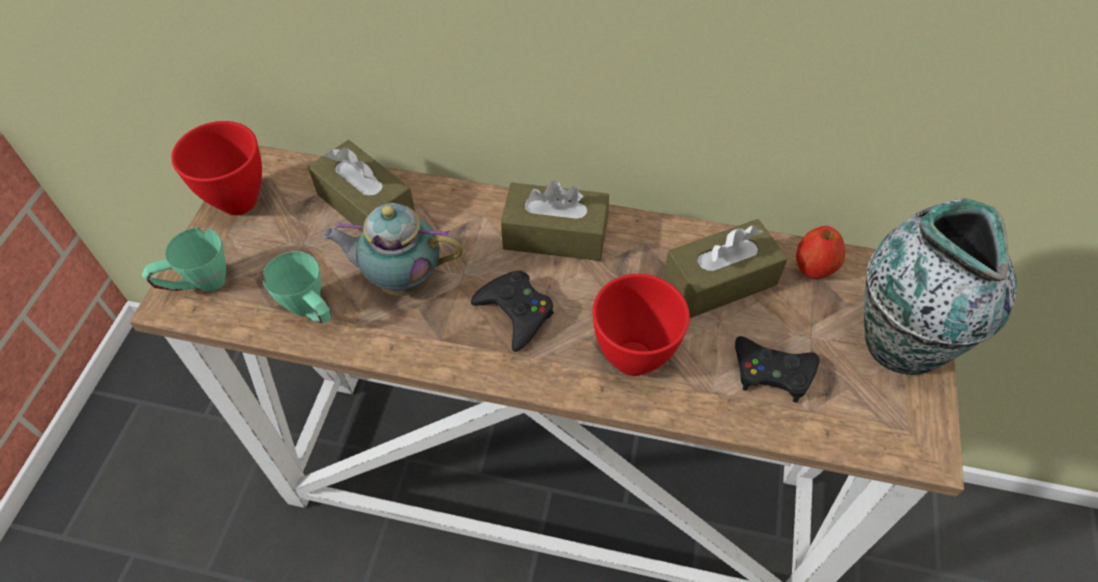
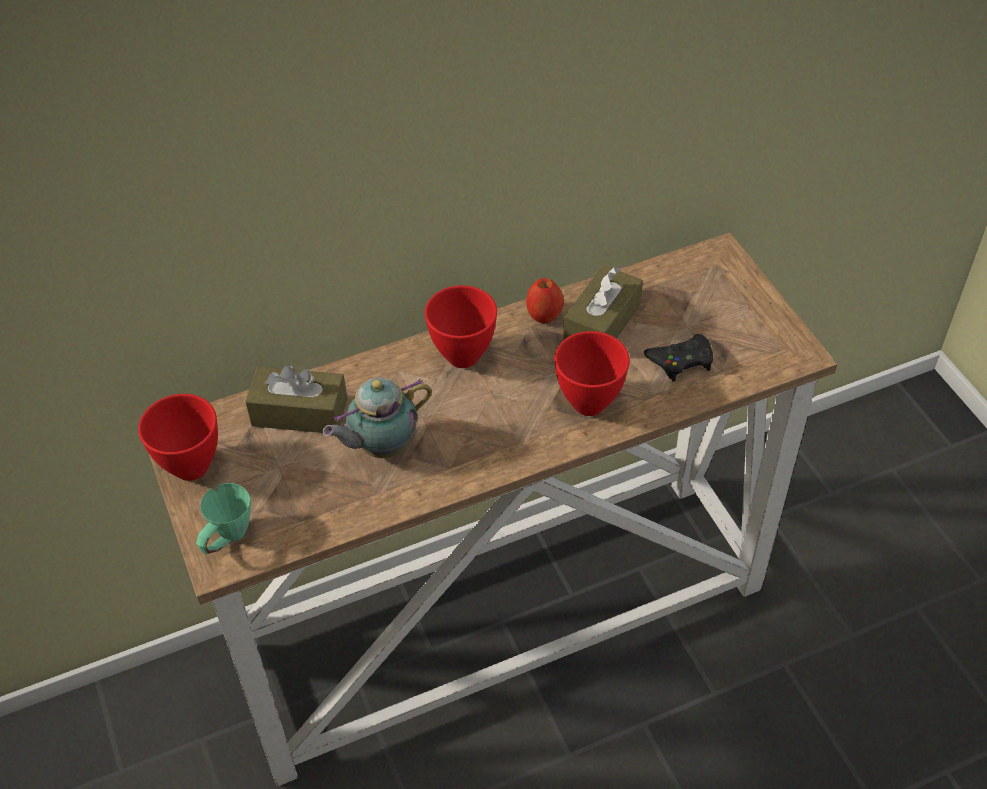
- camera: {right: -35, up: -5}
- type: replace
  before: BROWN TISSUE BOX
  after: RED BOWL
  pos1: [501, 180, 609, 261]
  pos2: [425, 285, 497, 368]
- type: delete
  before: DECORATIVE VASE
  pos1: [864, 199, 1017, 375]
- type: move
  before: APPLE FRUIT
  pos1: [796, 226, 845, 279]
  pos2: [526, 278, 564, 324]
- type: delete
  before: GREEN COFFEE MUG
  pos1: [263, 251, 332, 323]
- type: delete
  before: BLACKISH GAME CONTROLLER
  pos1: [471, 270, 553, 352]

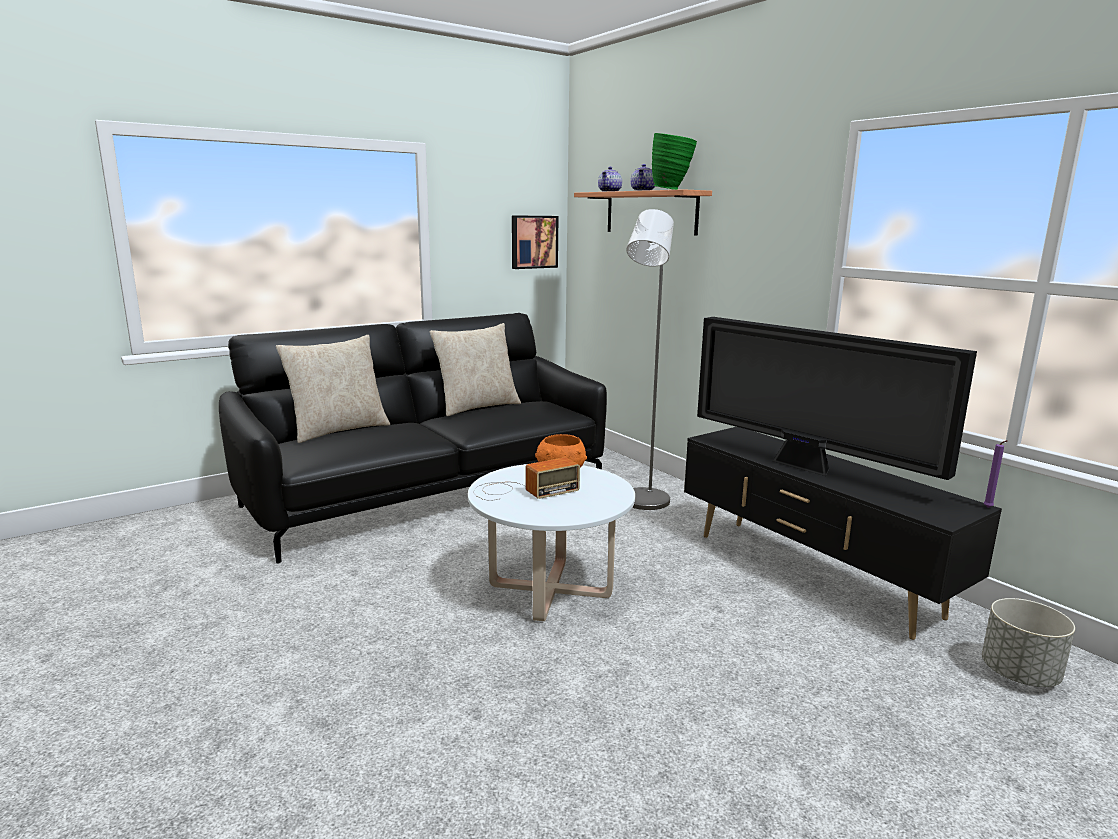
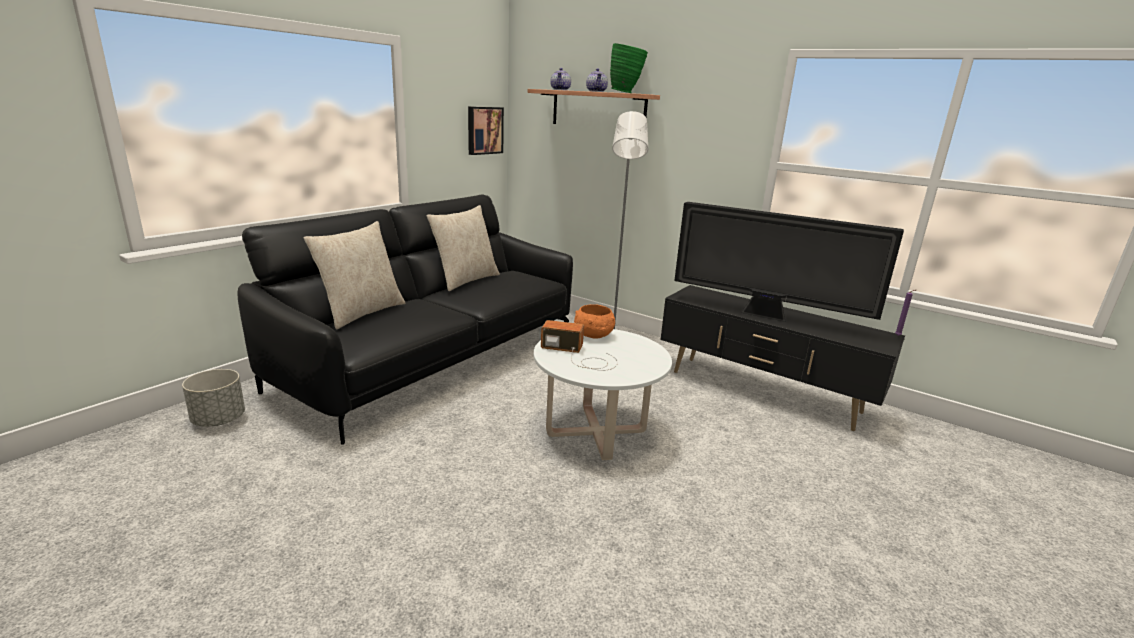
- camera: {right: -20, up: 5}
- type: rotate
  before: RADIO SET
  pos1: [473, 457, 580, 501]
  pos2: [541, 320, 618, 371]
  turn: -120
- type: move
  before: GREYISH FLOWER POT
  pos1: [982, 598, 1075, 687]
  pos2: [182, 369, 245, 426]

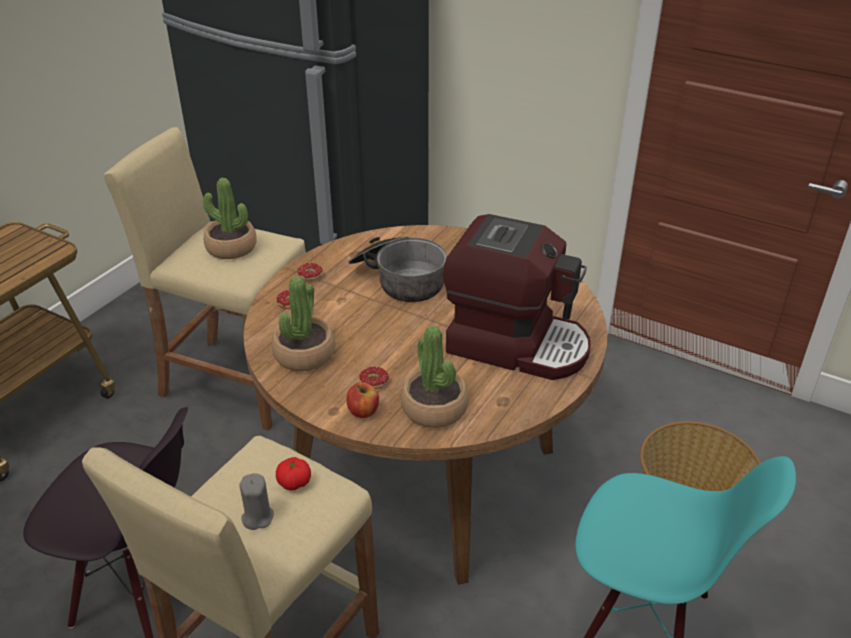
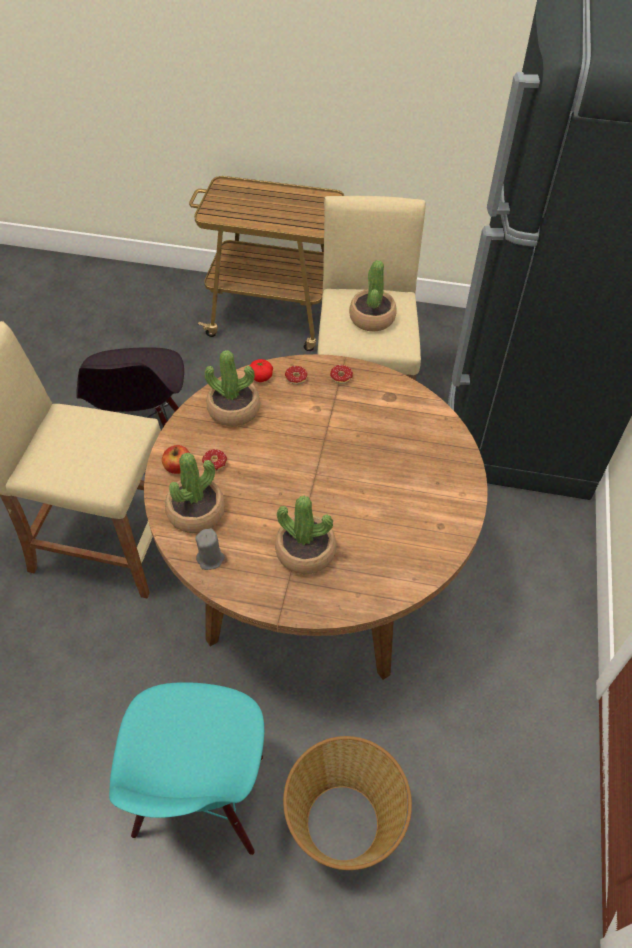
- camera: {right: 70, up: 15}
- type: replace
  before: COFFEE MACHINE
  after: PLANT IN A POT
  pos1: [443, 214, 591, 380]
  pos2: [275, 496, 336, 574]
- type: delete
  before: SAUCEPOT
  pos1: [349, 237, 447, 302]
- type: move
  before: TOMATO
  pos1: [276, 457, 311, 490]
  pos2: [250, 359, 273, 382]
- type: move
  before: GREYISH WAX CANDLE
  pos1: [239, 473, 274, 530]
  pos2: [195, 528, 225, 570]

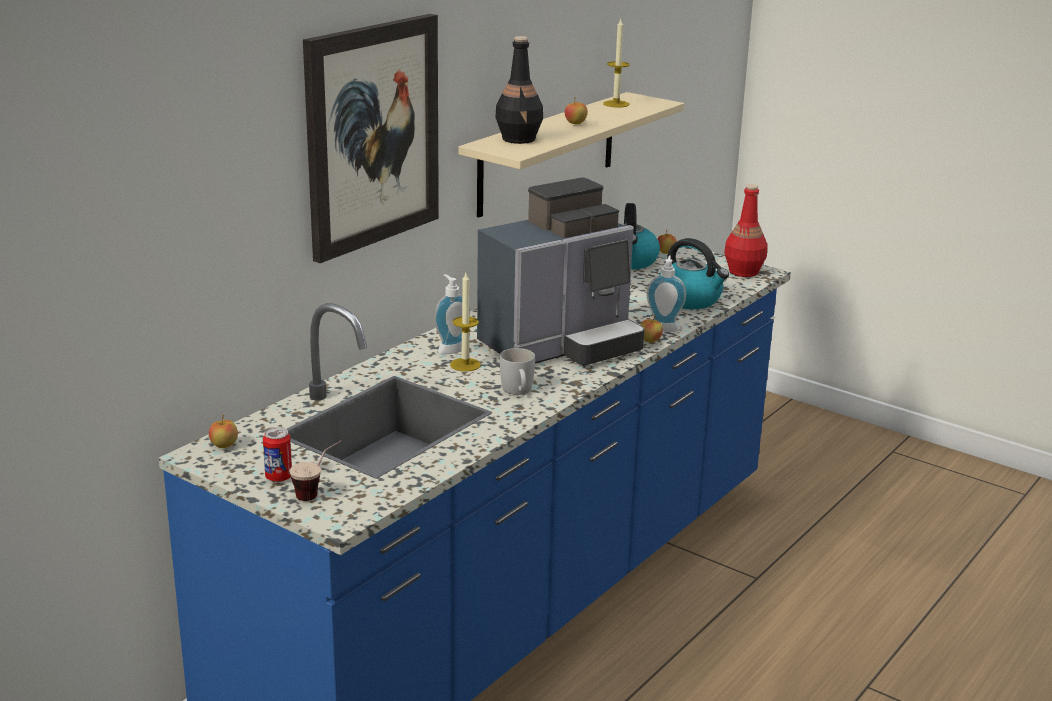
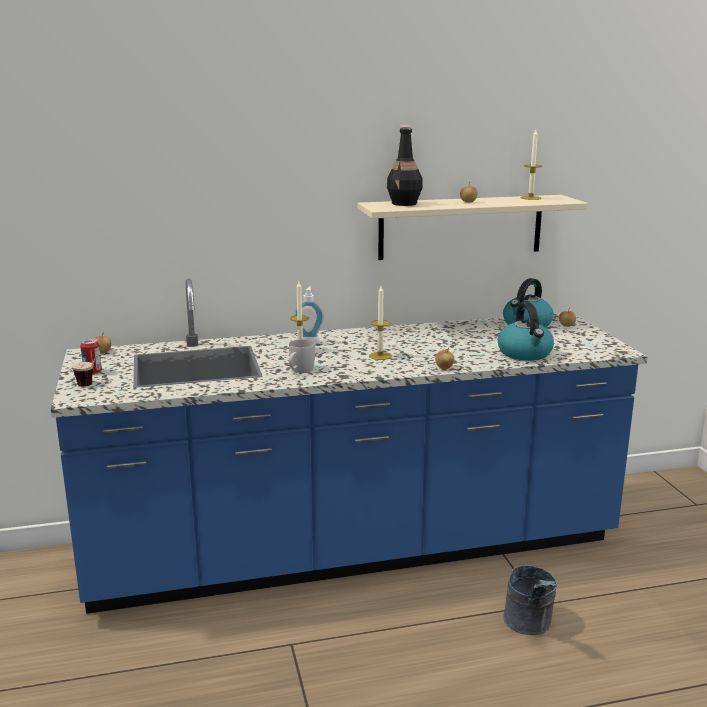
- camera: {right: 40, up: -5}
- type: delete
  before: WALL ART
  pos1: [303, 14, 439, 263]
- type: replace
  before: COFFEE MACHINE
  after: WAX CANDLE
  pos1: [477, 177, 645, 366]
  pos2: [369, 286, 392, 360]
- type: delete
  before: RED DRINK BOTTLE
  pos1: [724, 184, 768, 277]
- type: delete
  before: LIQUID SOAP BOTTLE
  pos1: [647, 255, 686, 332]
- type: insert
  after: GREYISH WATER BUCKET
  pos2: [503, 565, 557, 635]

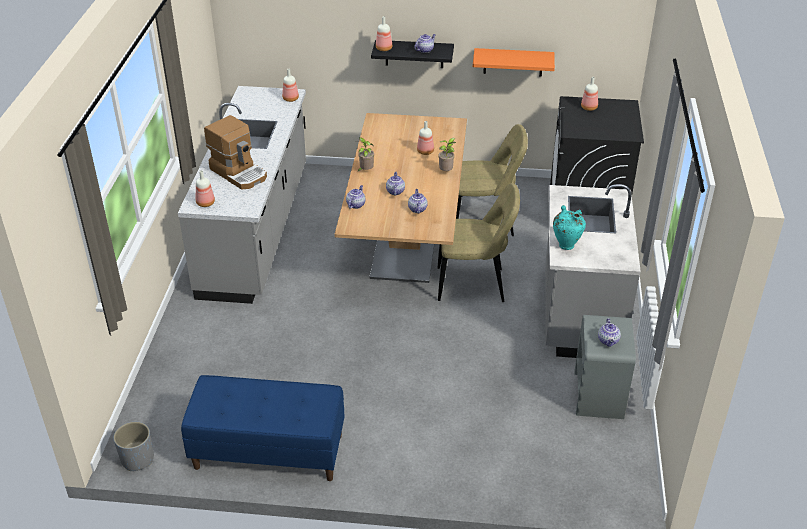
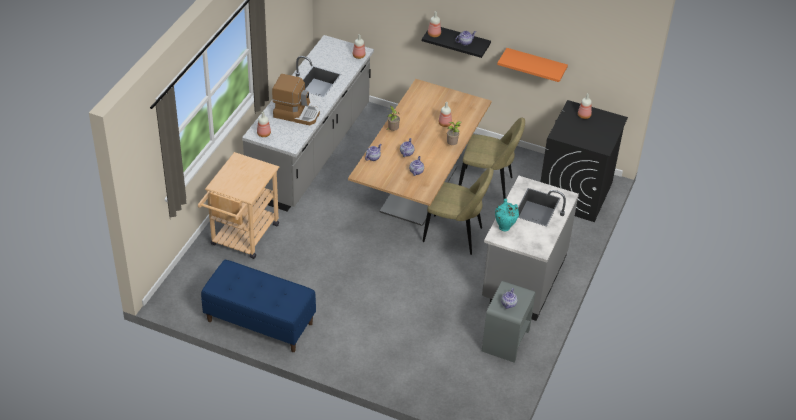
- camera: {right: 15, up: 5}
- type: rotate
  before: COFFEE MACHINE
  pos1: [204, 115, 267, 189]
  pos2: [272, 74, 320, 126]
  turn: -45
- type: delete
  before: GREYISH FLOWER POT
  pos1: [113, 422, 154, 471]
- type: insert
  after: SAND-COLOURED WHEELED CART
  pos2: [198, 152, 279, 259]

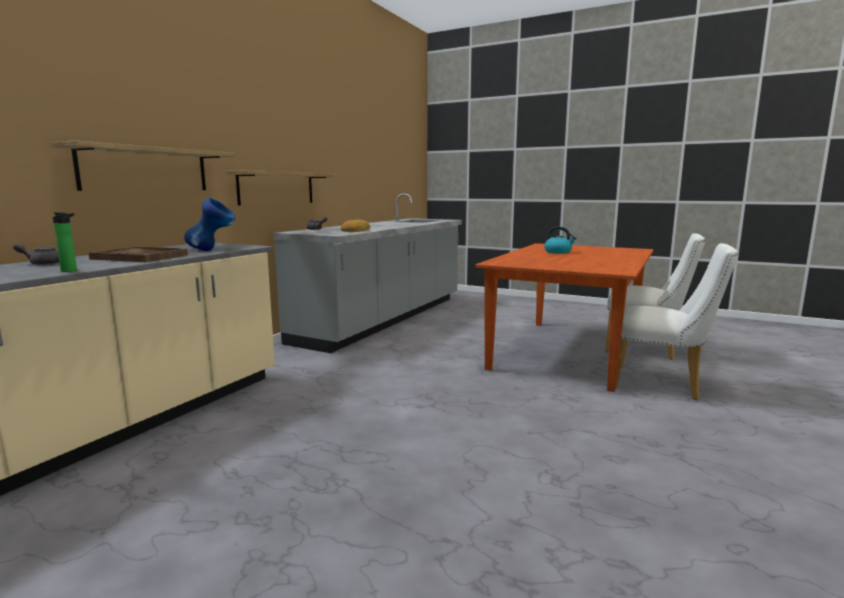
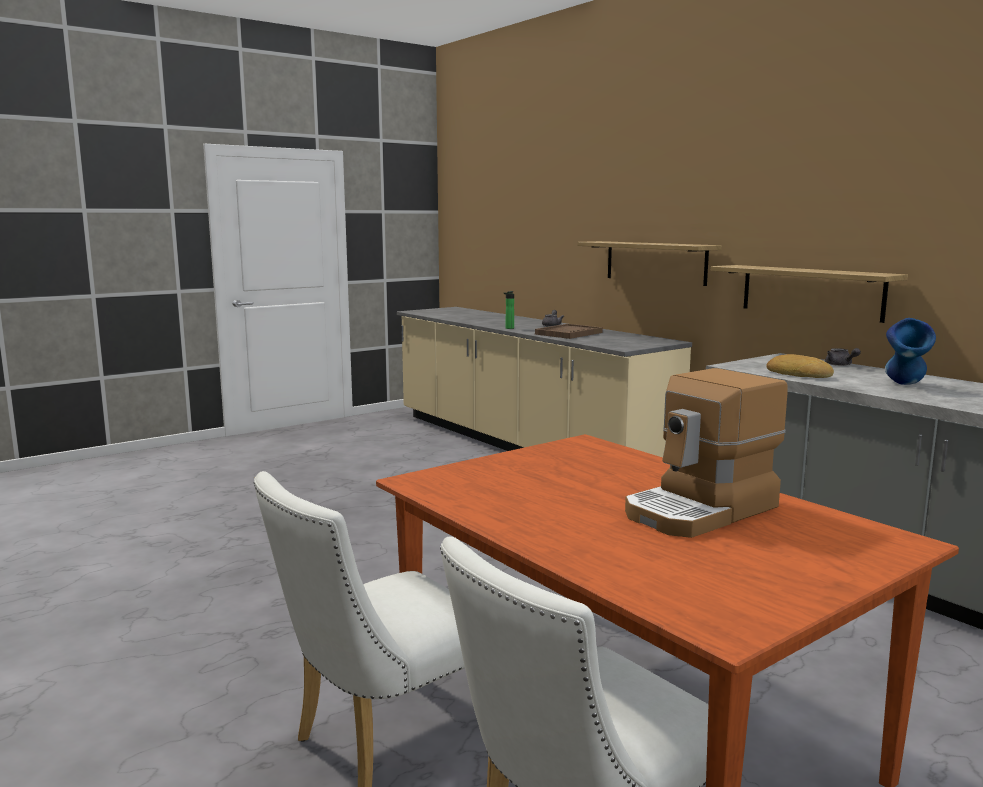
- camera: {right: 115, up: 0}
- type: move
  before: BLUE-COLOURED DECORATIVE VASE
  pos1: [184, 197, 235, 251]
  pos2: [885, 318, 936, 385]
- type: replace
  before: KETTLE
  after: COFFEE MACHINE
  pos1: [544, 226, 577, 254]
  pos2: [625, 368, 788, 538]

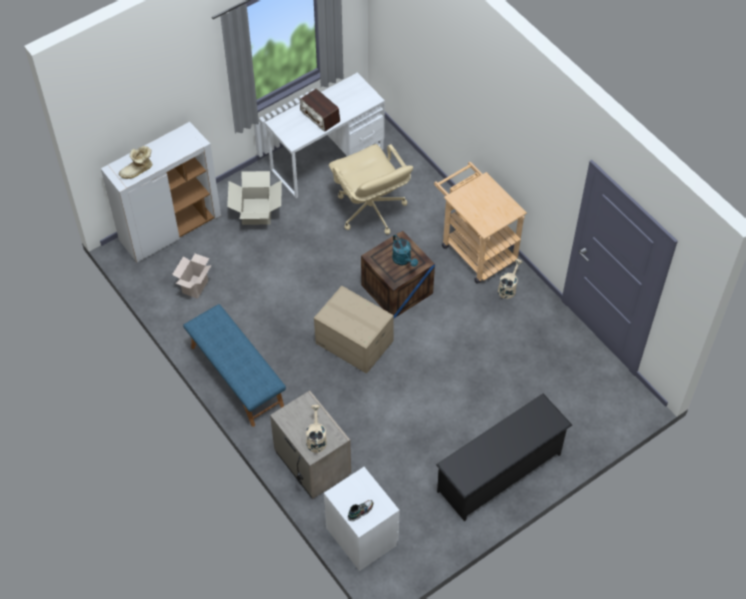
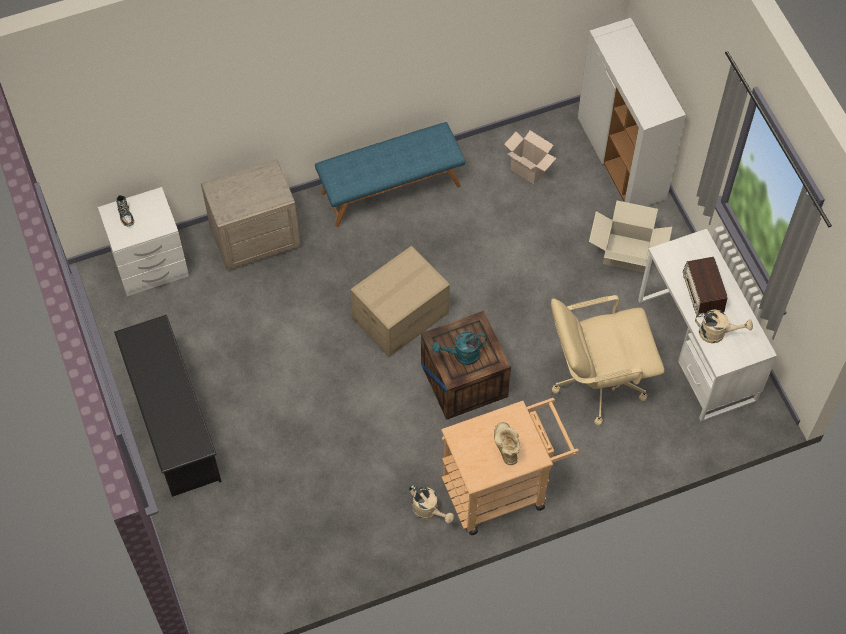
- camera: {right: 105, up: 5}
- type: rotate
  before: RADIO SET
  pos1: [300, 89, 340, 132]
  pos2: [683, 257, 728, 317]
  turn: -75
- type: move
  before: HIGH-TOP BOOT
  pos1: [119, 146, 152, 179]
  pos2: [494, 422, 520, 465]
- type: move
  before: SAND-COLOURED SPRINKLING CAN
  pos1: [306, 405, 327, 453]
  pos2: [695, 310, 753, 343]

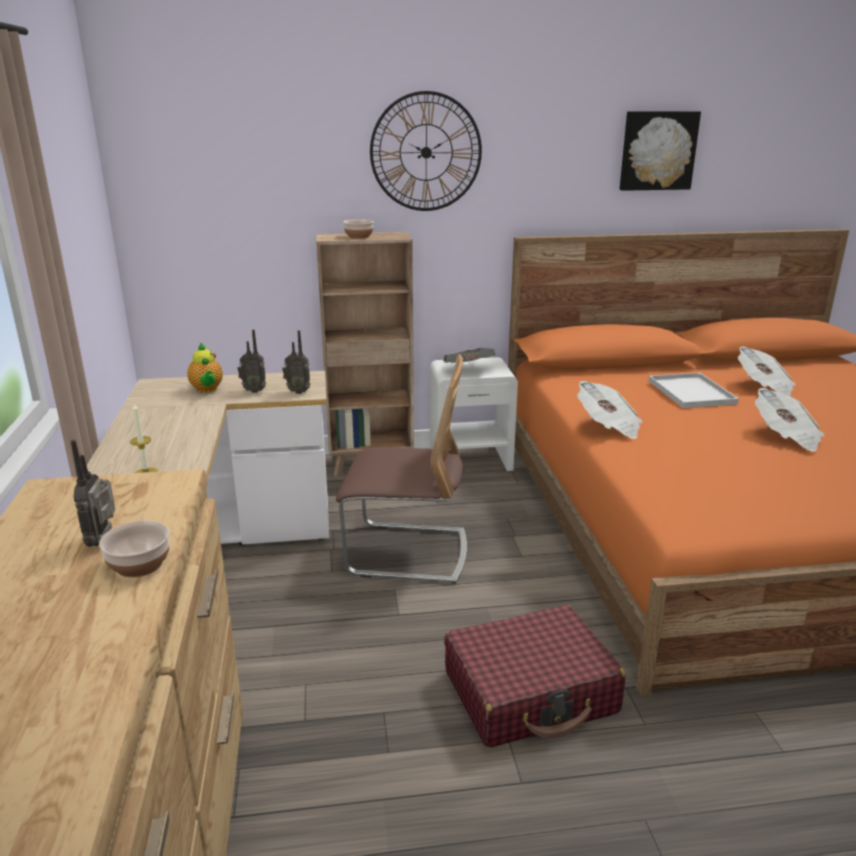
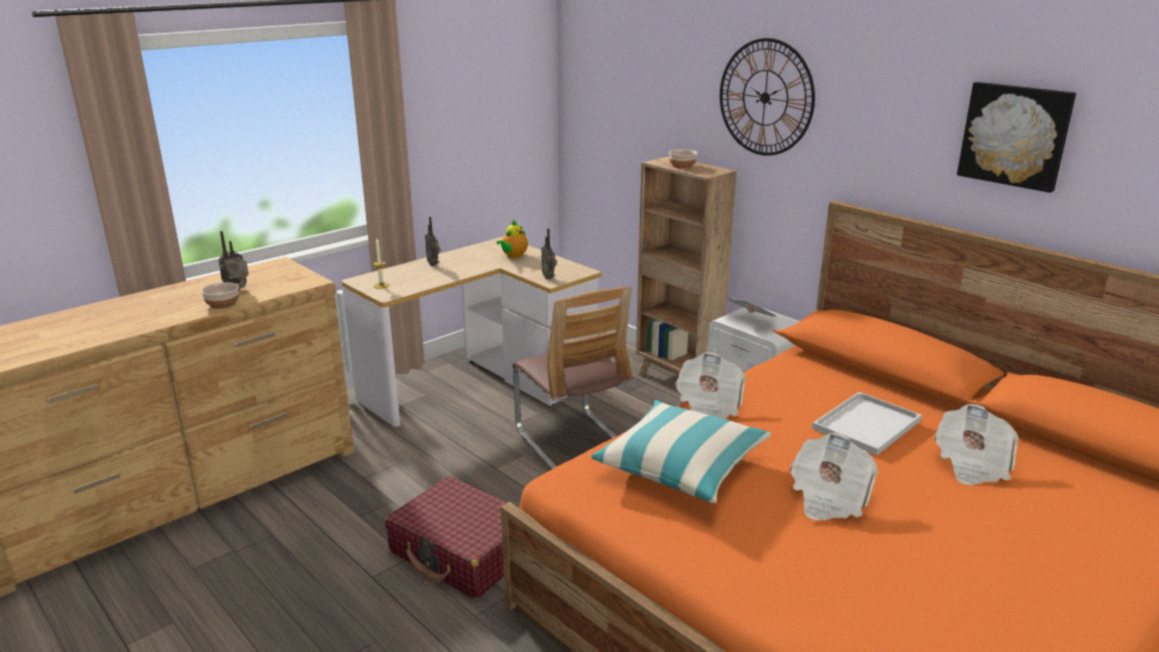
- camera: {right: 55, up: 0}
- type: move
  before: RADIO SET
  pos1: [237, 329, 266, 393]
  pos2: [425, 216, 441, 266]
- type: insert
  after: THROW PILLOW
  pos2: [591, 400, 771, 503]

